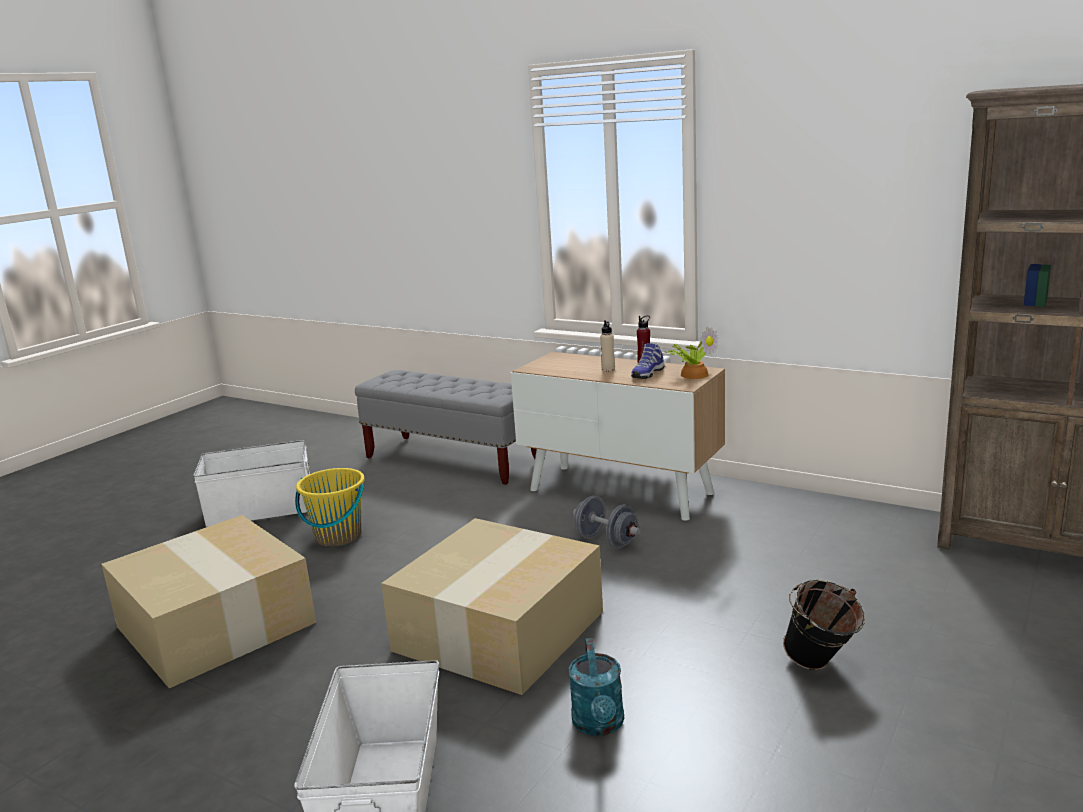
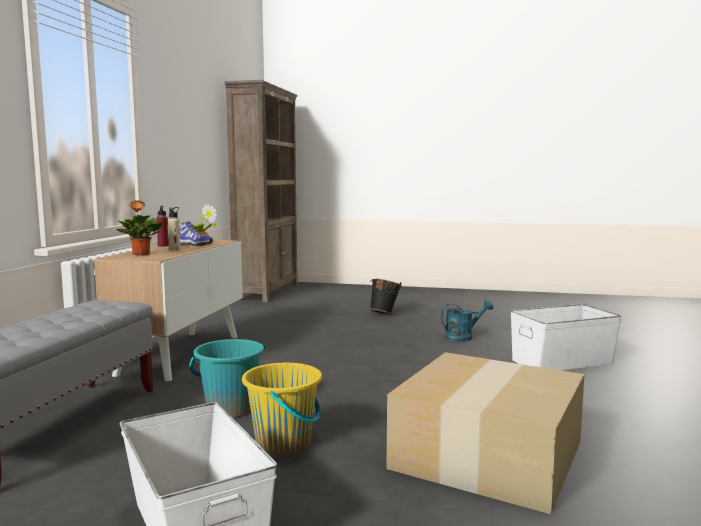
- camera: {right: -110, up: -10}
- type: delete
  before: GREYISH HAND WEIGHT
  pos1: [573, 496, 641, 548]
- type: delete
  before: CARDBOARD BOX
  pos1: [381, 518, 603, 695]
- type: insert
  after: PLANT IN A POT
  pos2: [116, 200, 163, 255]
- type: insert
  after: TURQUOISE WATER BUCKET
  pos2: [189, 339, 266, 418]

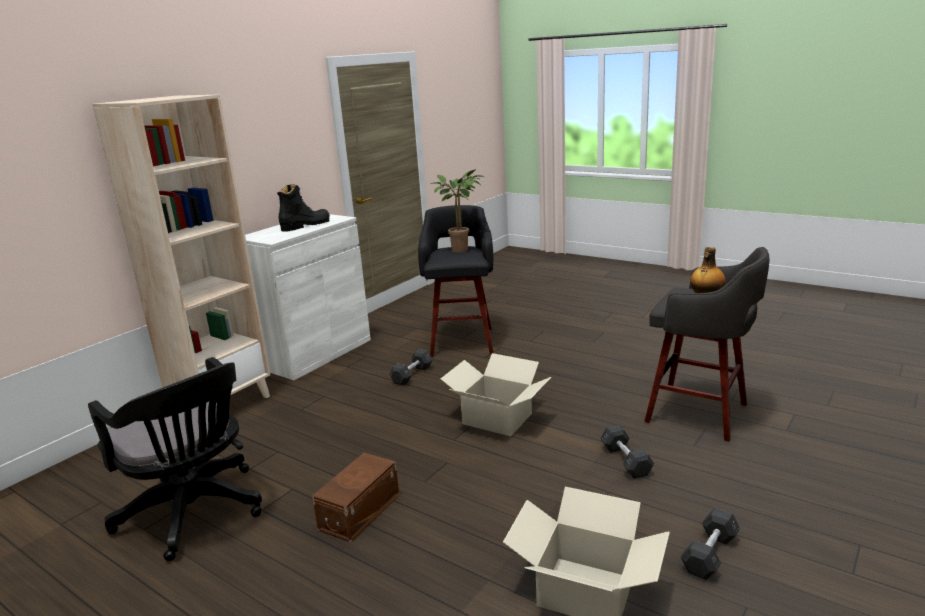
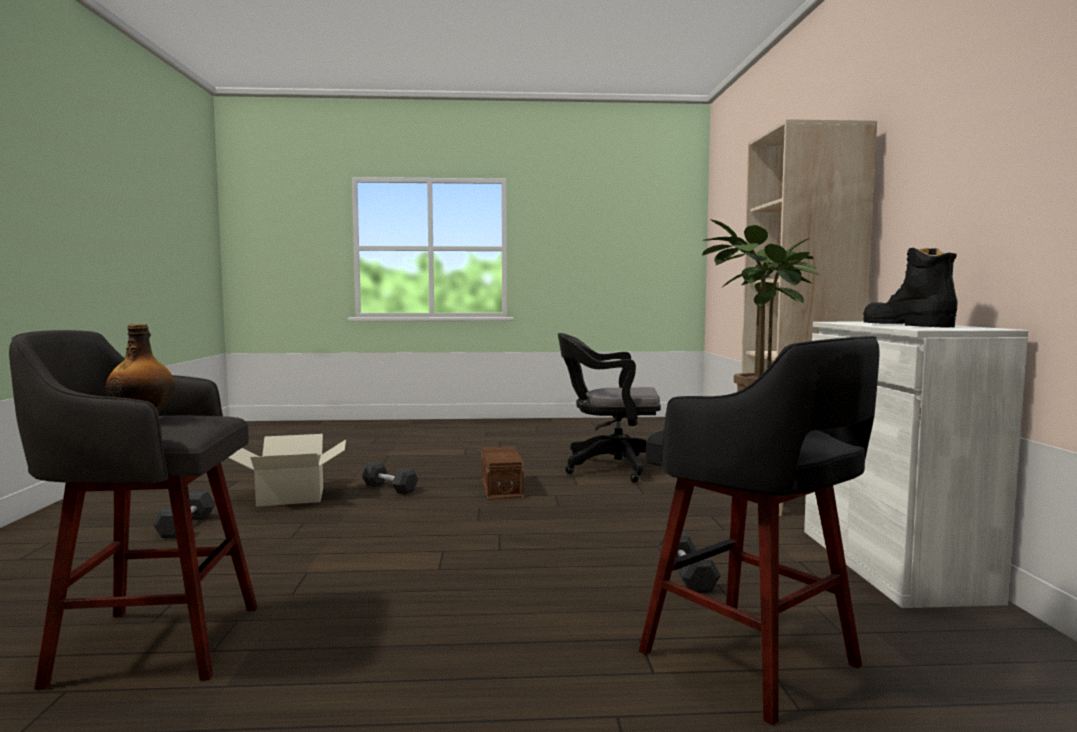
- camera: {right: 140, up: -15}
- type: rotate
  before: BLACKISH HIGH-TOP BOOT
  pos1: [277, 184, 330, 232]
  pos2: [863, 247, 958, 327]
  turn: 150
- type: delete
  before: CARDBOARD BOX
  pos1: [441, 353, 551, 436]
- type: move
  before: GREYISH HAND WEIGHT
  pos1: [600, 425, 654, 479]
  pos2: [362, 462, 418, 495]

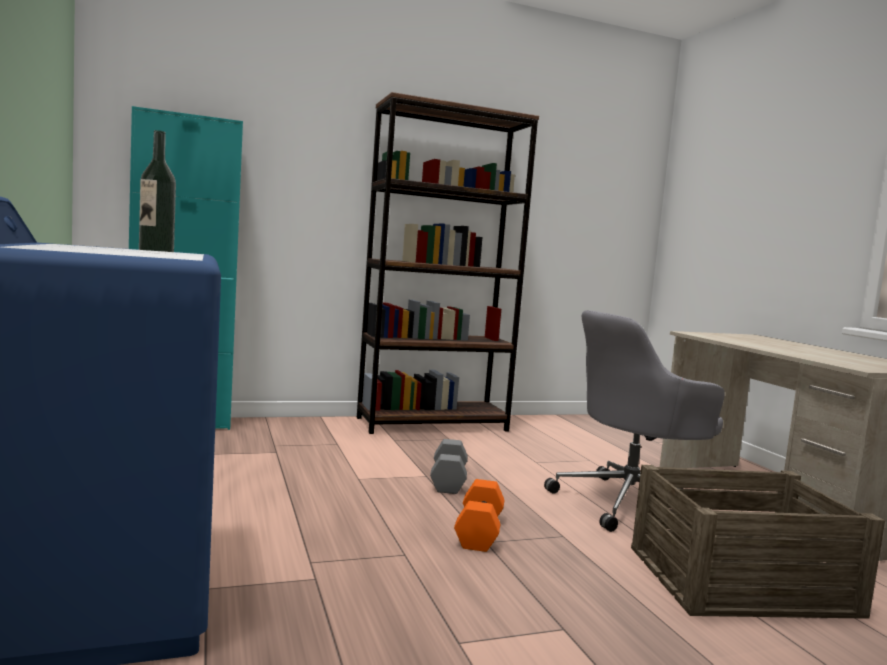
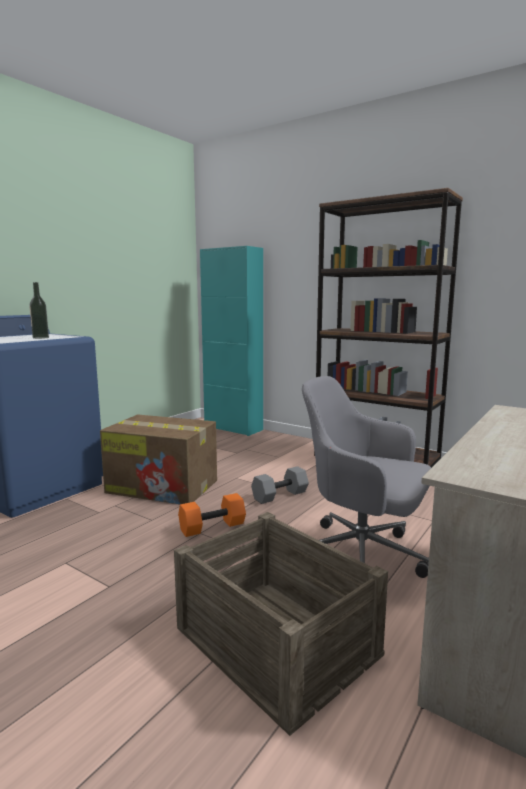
- camera: {right: 55, up: 5}
- type: insert
  after: CARDBOARD BOX
  pos2: [100, 414, 217, 504]

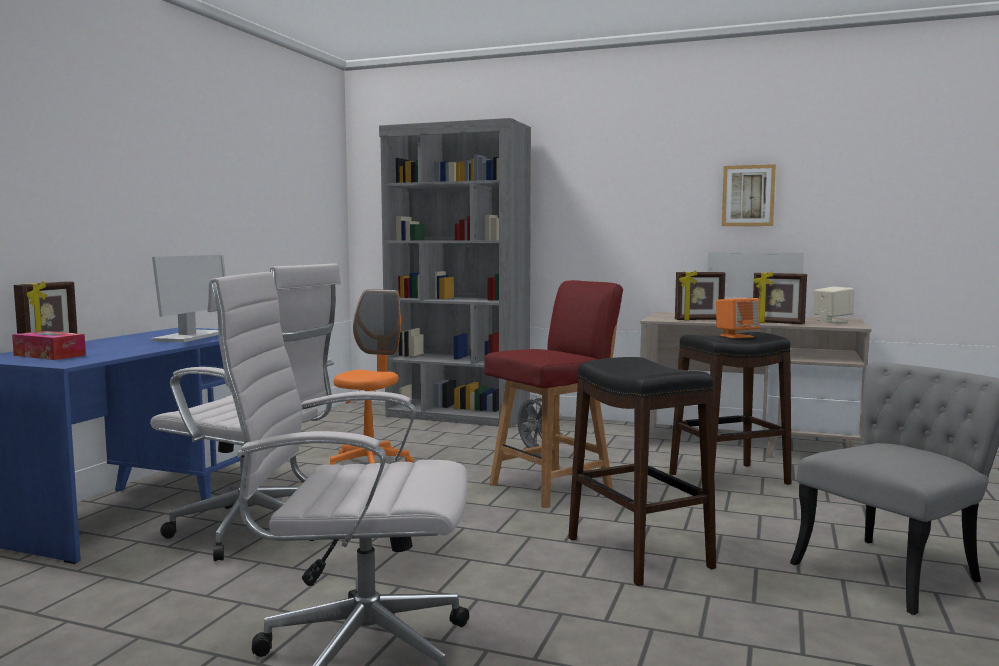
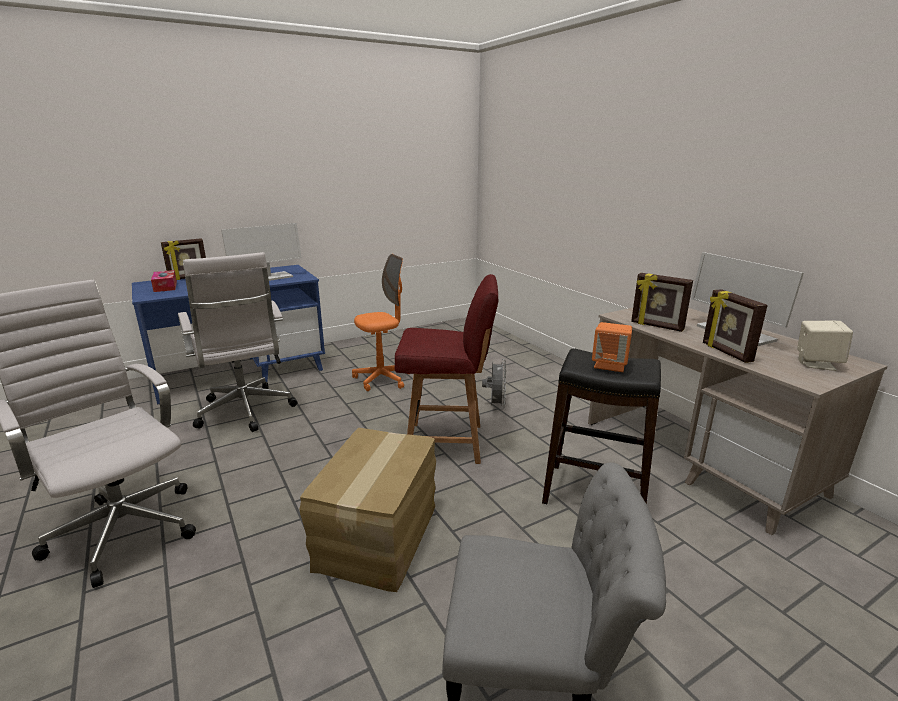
- camera: {right: 40, up: 15}
- type: delete
  before: GREYISH SHELVING UNIT
  pos1: [379, 118, 531, 428]
- type: delete
  before: WALL ART
  pos1: [722, 164, 776, 226]
- type: replace
  before: BLACKISH SITTING STOOL
  after: CARDBOARD BOX
  pos1: [568, 357, 716, 586]
  pos2: [299, 428, 436, 592]

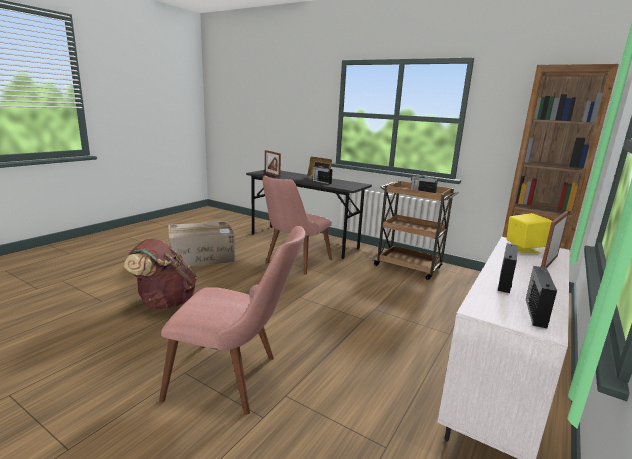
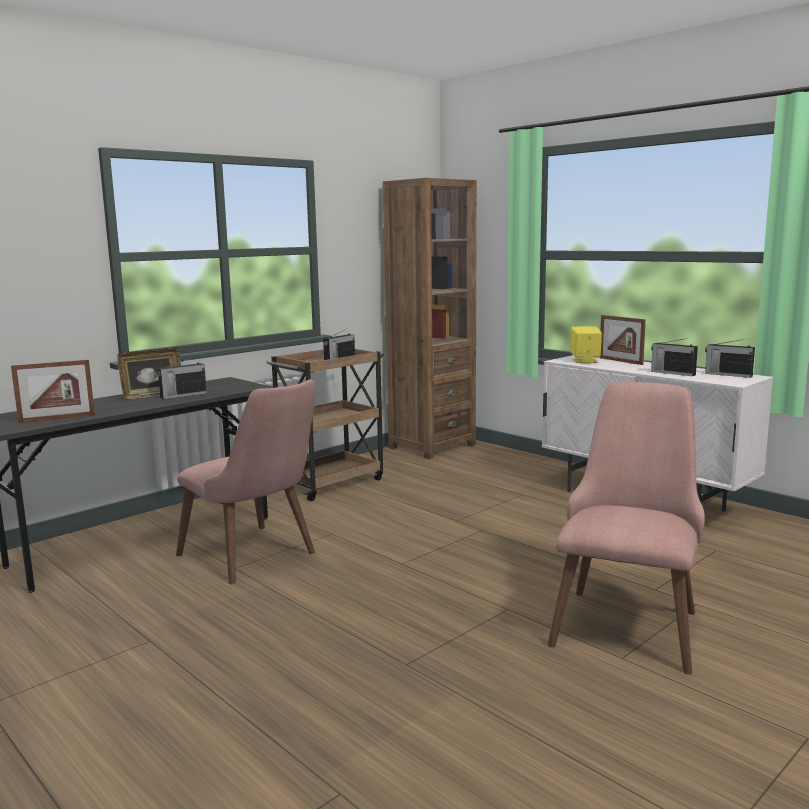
- camera: {right: -75, up: -5}
- type: delete
  before: CARDBOARD BOX
  pos1: [168, 221, 235, 266]
- type: delete
  before: BROWN RUCKSACK
  pos1: [124, 239, 197, 309]

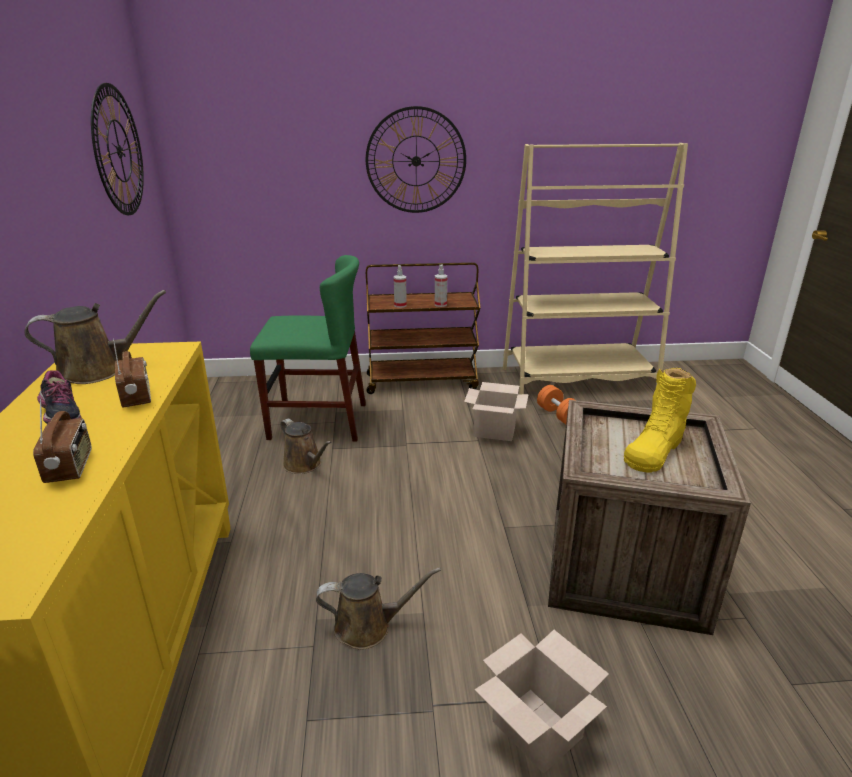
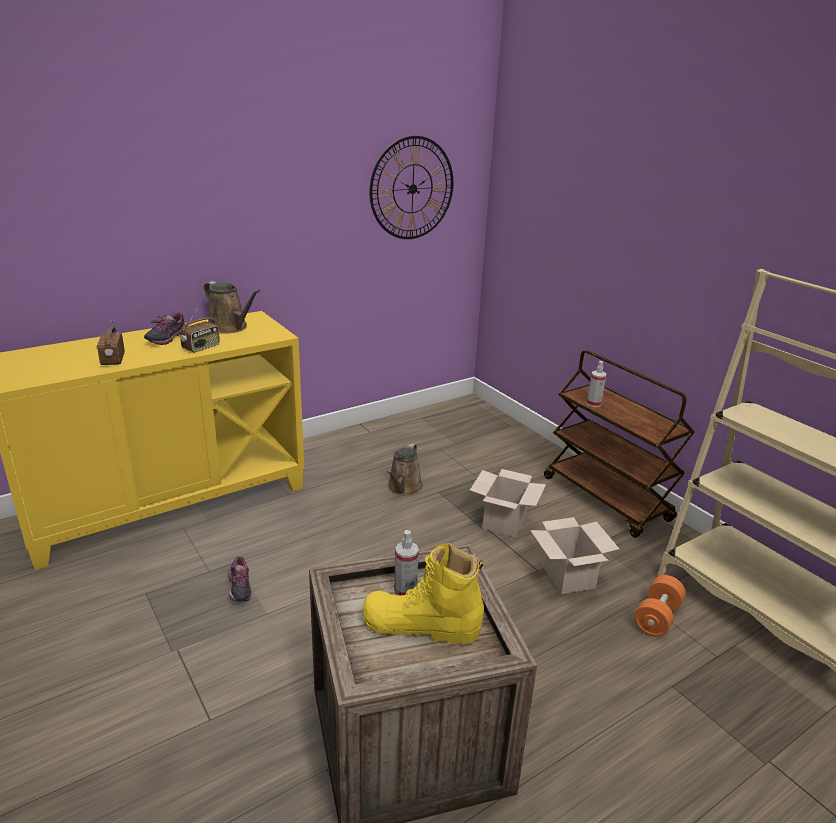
- camera: {right: 60, up: 0}
- type: delete
  before: CLOCK ON THE WALL
  pos1: [366, 106, 466, 213]
- type: delete
  before: GREEN UPRIGHT CHAIR
  pos1: [250, 255, 366, 442]
- type: move
  before: SPRAYER
  pos1: [435, 264, 447, 307]
  pos2: [394, 530, 419, 596]
- type: rotate
  before: RADIO SET
  pos1: [33, 398, 91, 483]
  pos2: [96, 322, 125, 365]
  turn: 120
- type: replace
  before: BROWN SPRINKLING CAN
  after: ITEM OF FOOTWEAR
  pos1: [316, 568, 441, 650]
  pos2: [227, 556, 251, 601]
- type: move
  before: CARDBOARD BOX
  pos1: [475, 630, 609, 774]
  pos2: [470, 469, 546, 537]

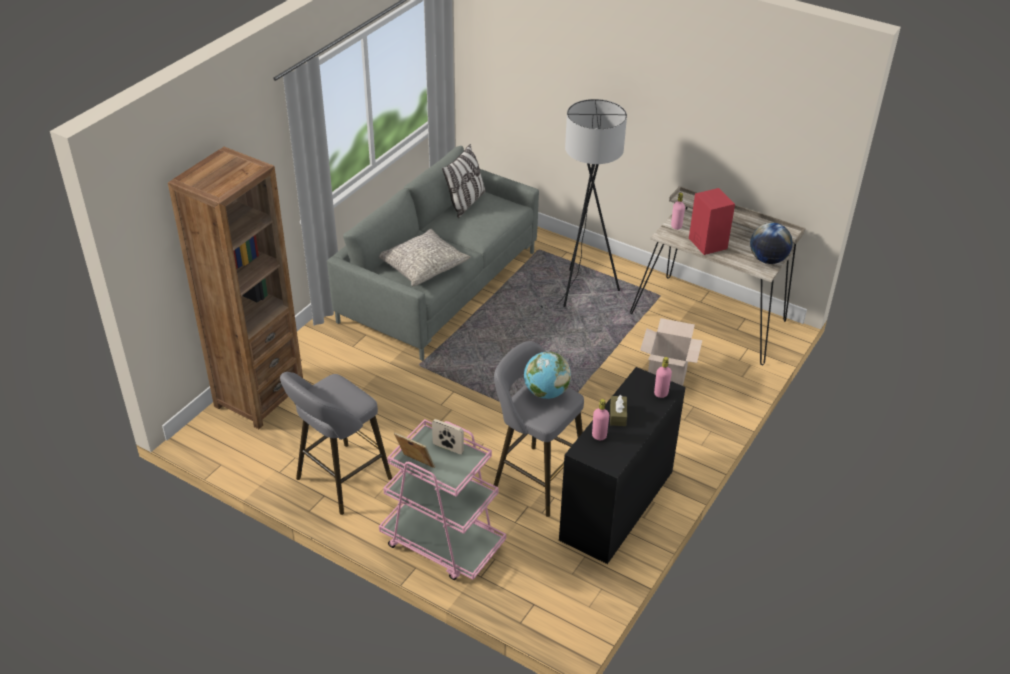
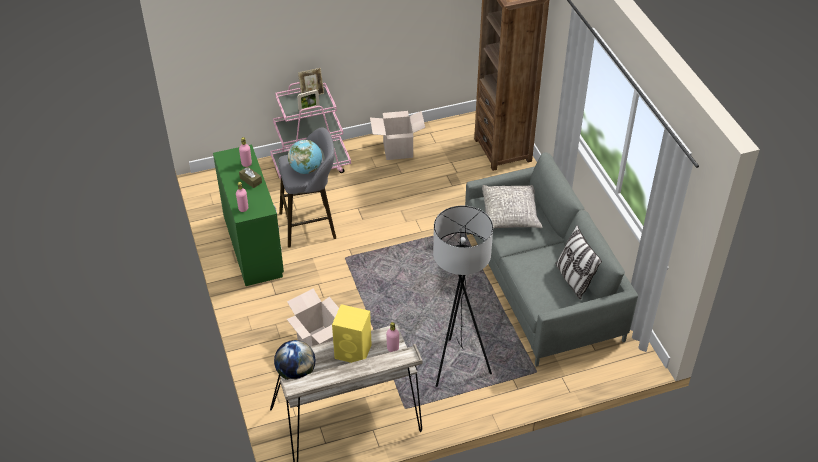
- camera: {right: 130, up: 5}
- type: recolor
  before: RED AUDIO SPEAKER
  after: YELLOW AUDIO SPEAKER
  pos1: [689, 188, 735, 255]
  pos2: [332, 304, 372, 363]
- type: recolor
  before: BLACKISH DESK TABLE
  after: GREEN DESK TABLE
  pos1: [559, 367, 686, 564]
  pos2: [213, 145, 284, 286]
- type: replace
  before: GREYISH SITTING STOOL
  after: CARDBOARD BOX
  pos1: [280, 372, 392, 515]
  pos2: [370, 111, 425, 160]

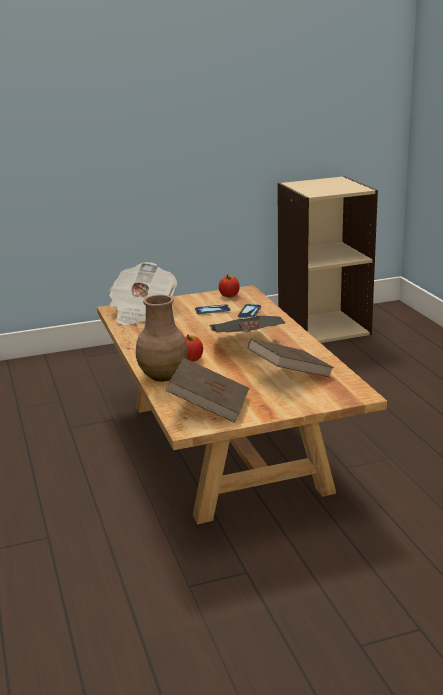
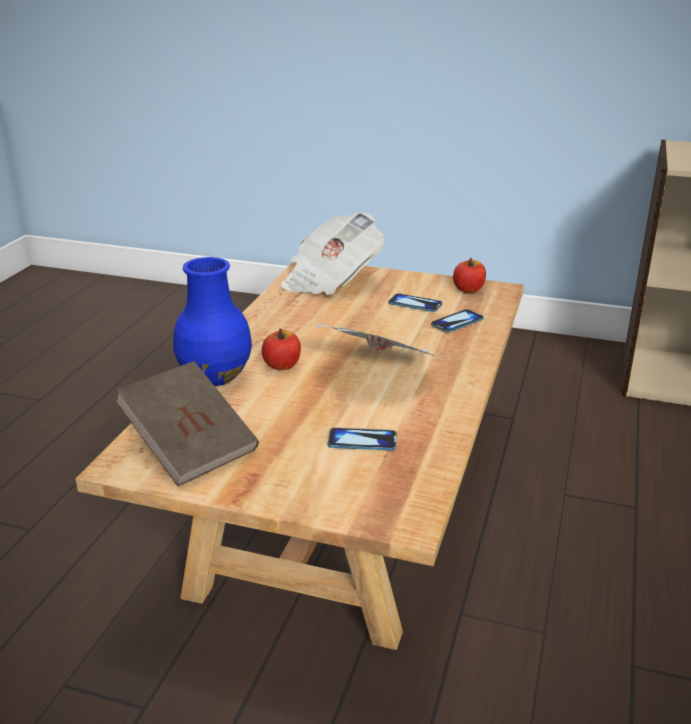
- camera: {right: 35, up: 5}
- type: recolor
  before: BROWN DECORATIVE VASE
  after: BLUE-COLOURED DECORATIVE VASE
  pos1: [136, 295, 188, 382]
  pos2: [173, 257, 252, 386]
- type: replace
  before: BROWN BOOK
  after: PHONE
  pos1: [248, 339, 334, 377]
  pos2: [328, 428, 397, 451]

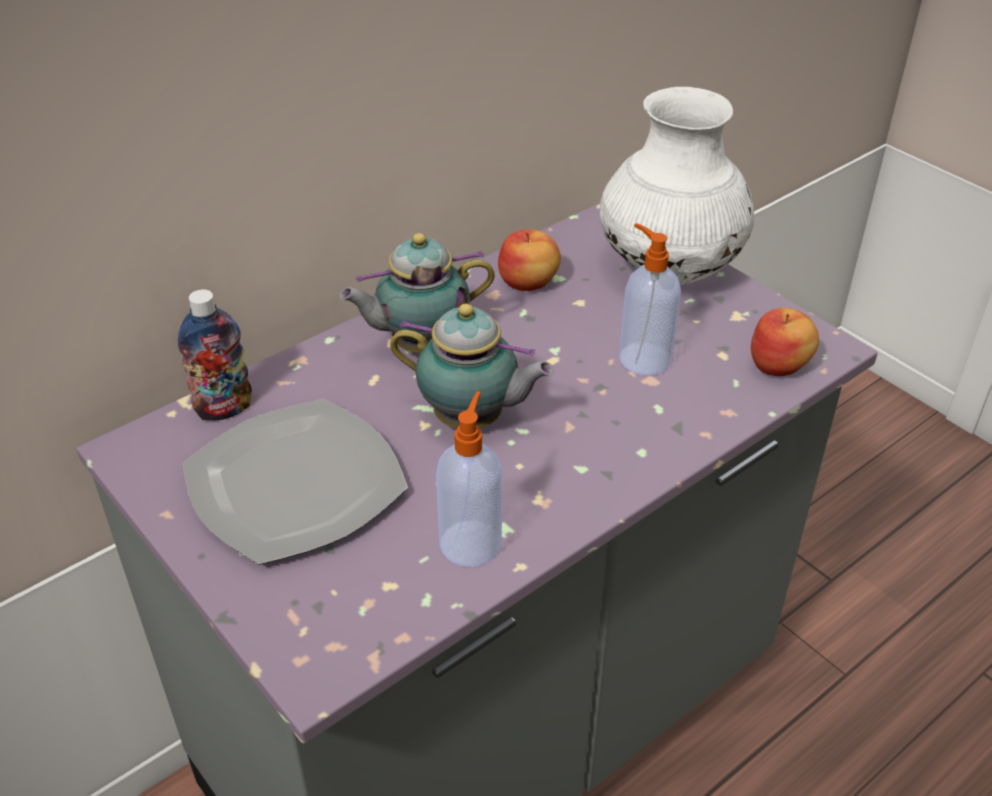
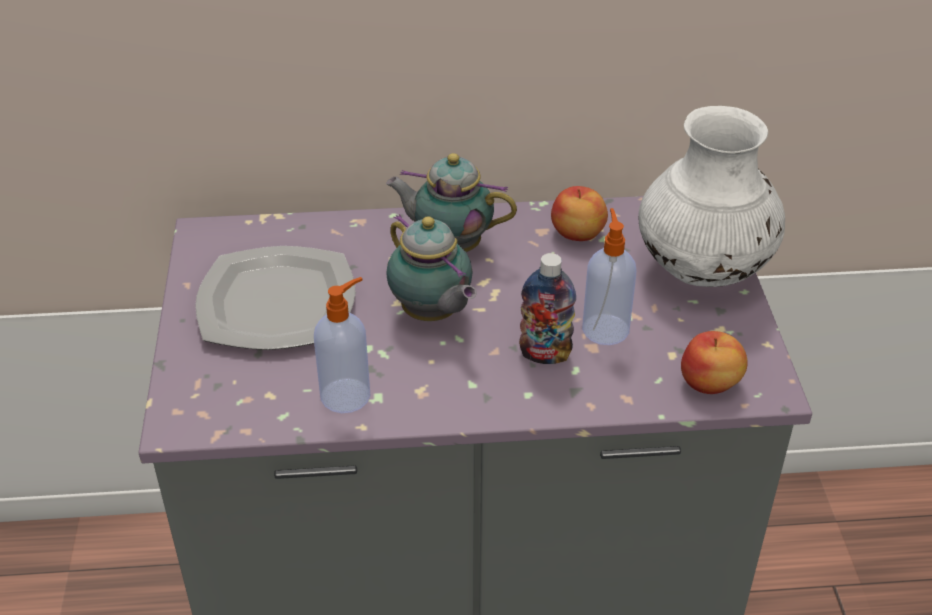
- camera: {right: 35, up: 0}
- type: move
  before: DRINK BOTTLE
  pos1: [178, 289, 252, 421]
  pos2: [519, 253, 576, 364]

